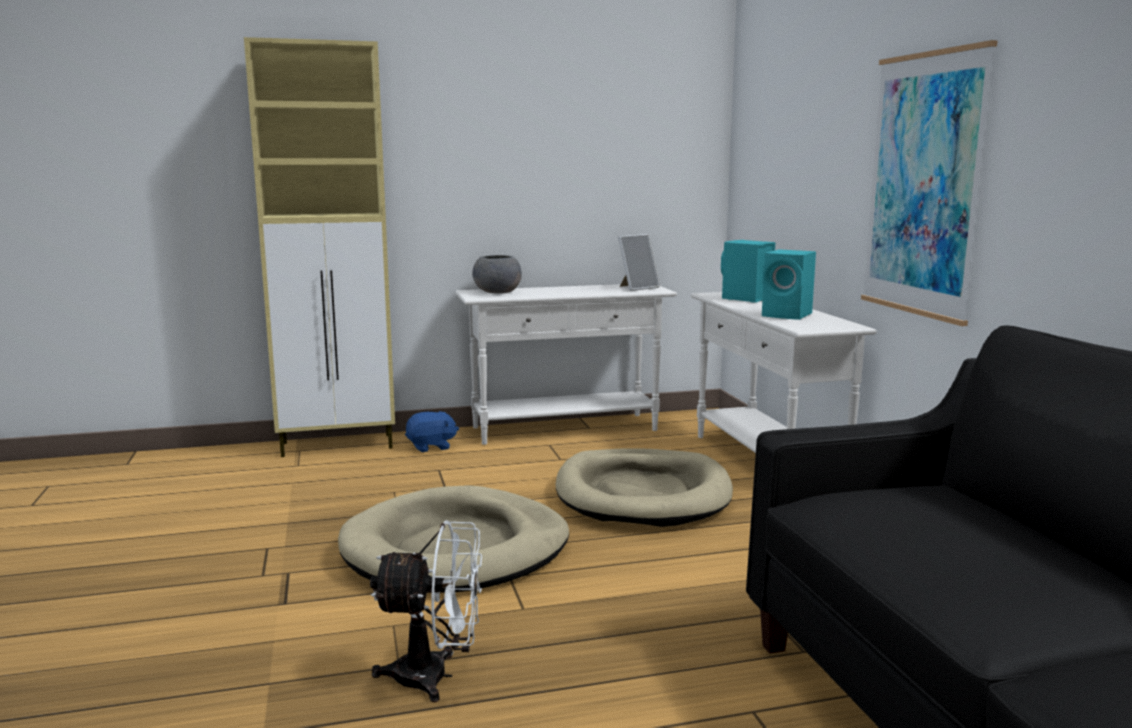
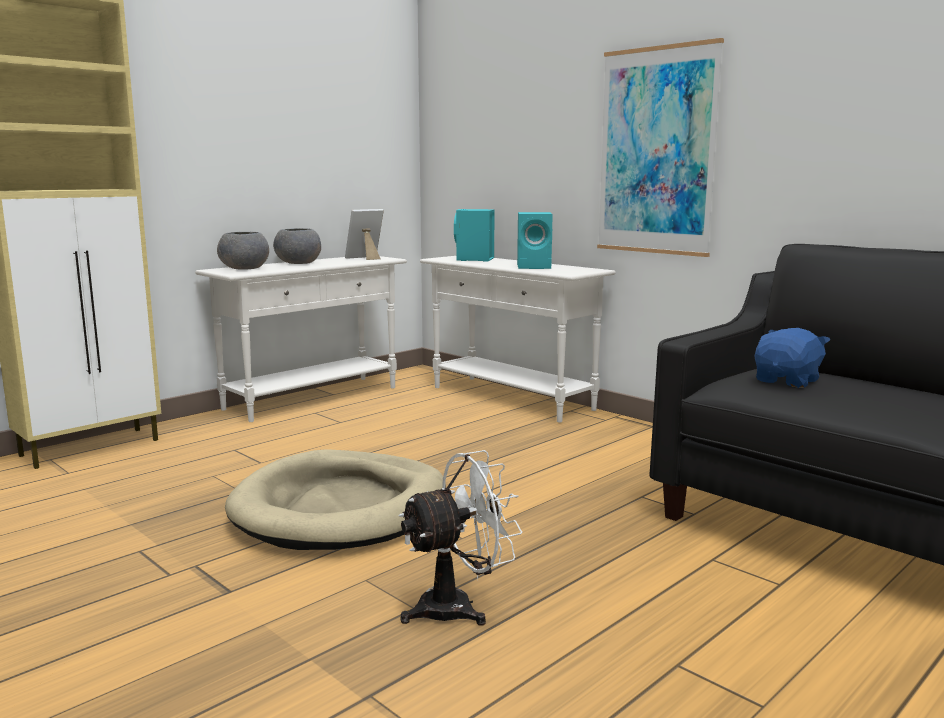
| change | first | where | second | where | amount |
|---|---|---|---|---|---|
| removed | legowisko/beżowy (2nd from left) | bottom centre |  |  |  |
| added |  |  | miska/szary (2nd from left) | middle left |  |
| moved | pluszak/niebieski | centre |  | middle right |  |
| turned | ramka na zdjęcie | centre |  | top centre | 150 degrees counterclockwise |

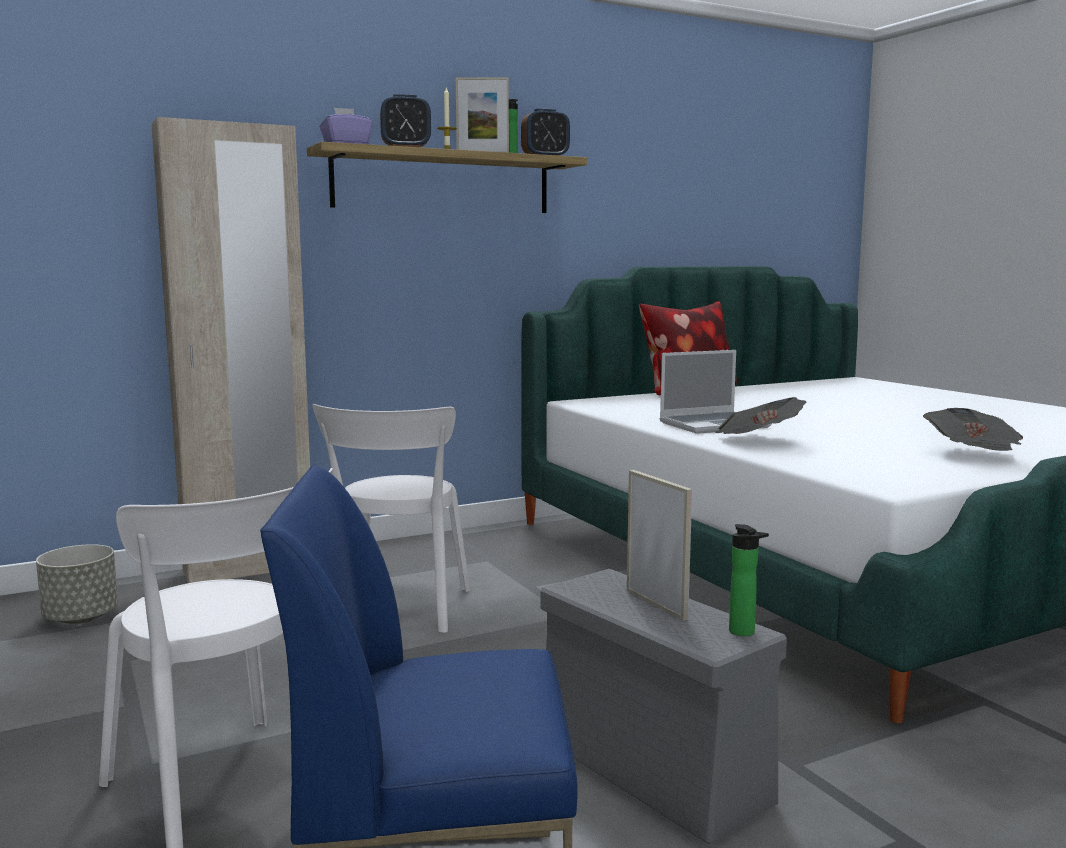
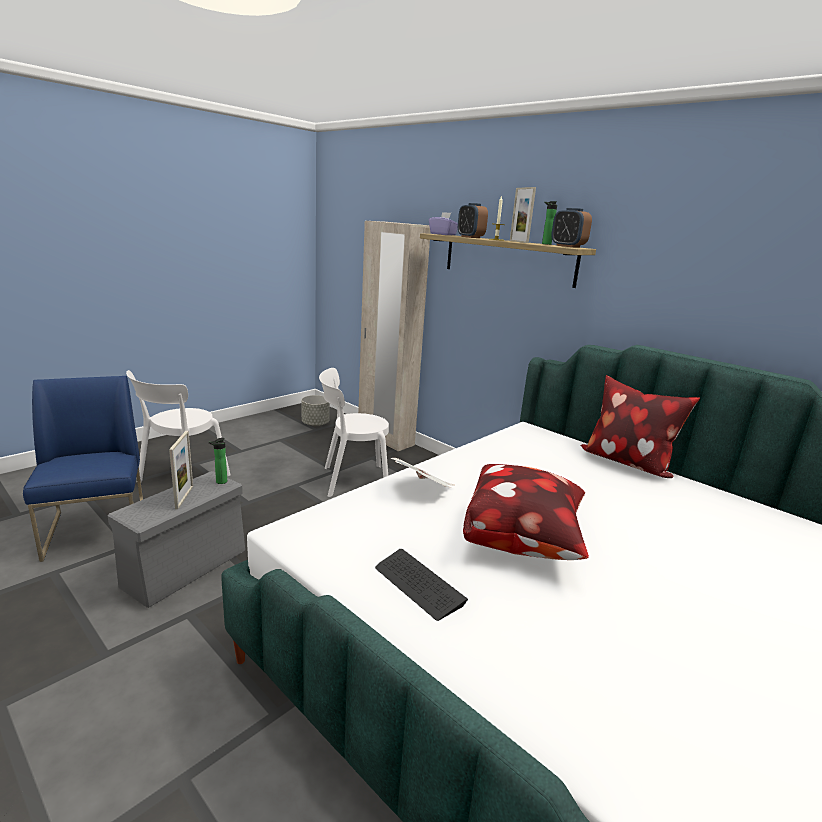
| change | first | where | second | where | amount |
|---|---|---|---|---|---|
| removed | laptop | middle right |  |  |  |
| added |  |  | poduszka (1st from left) | centre |  |
| moved | butelka (2nd from left in the first image) | bottom right | butelka (1st from left) | middle left |  |
| replaced | gazeta (2nd from left) | middle right | klawiatura | bottom centre |  |
| turned | ramka na zdjęcie (2nd from left in the first image) | centre | ramka na zdjęcie (1st from left) | middle left | 45 degrees counterclockwise |

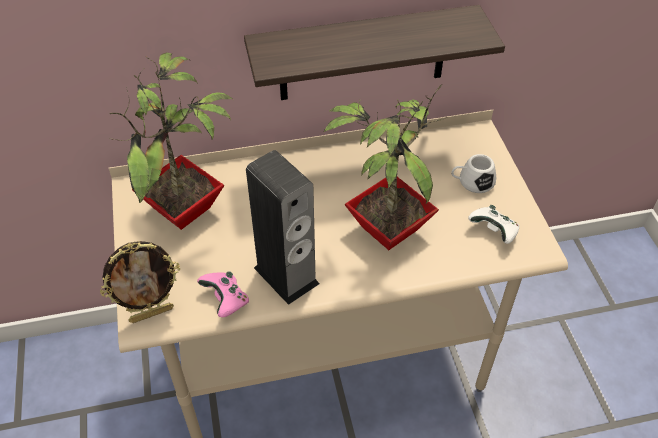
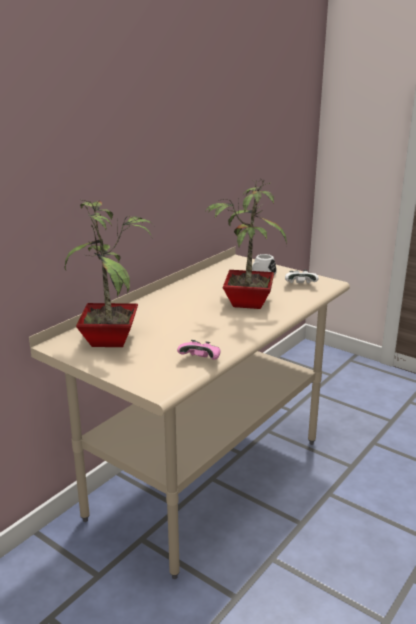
| change | first | where | second | where | amount |
|---|---|---|---|---|---|
| removed | ramka na zdjęcie | middle left |  |  |  |
| removed | półka | top centre |  |  |  |
| removed | głośnik | centre |  |  |  |

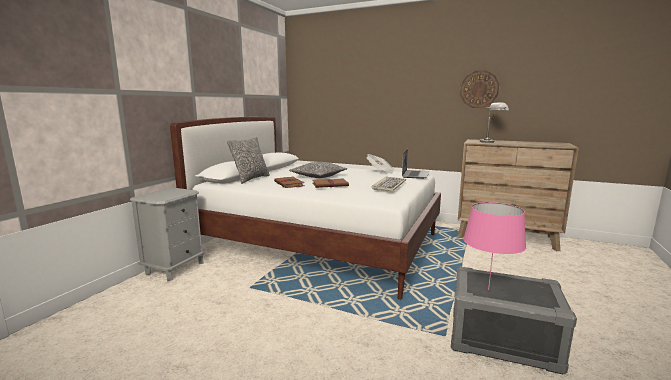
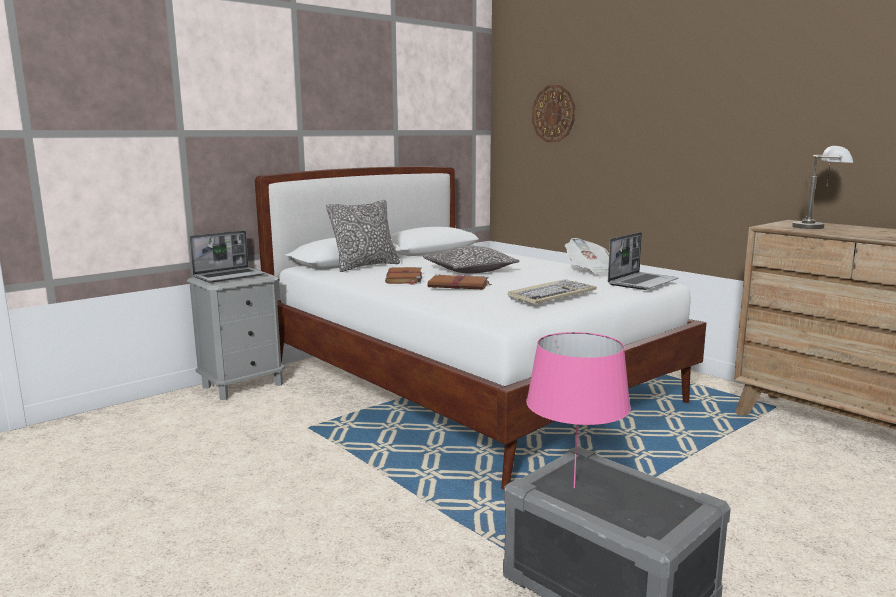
| change | first | where | second | where | amount |
|---|---|---|---|---|---|
| added |  |  | laptop (1st from left) | middle left |  |
| moved | zegar ścienny | top right |  | top centre |  |

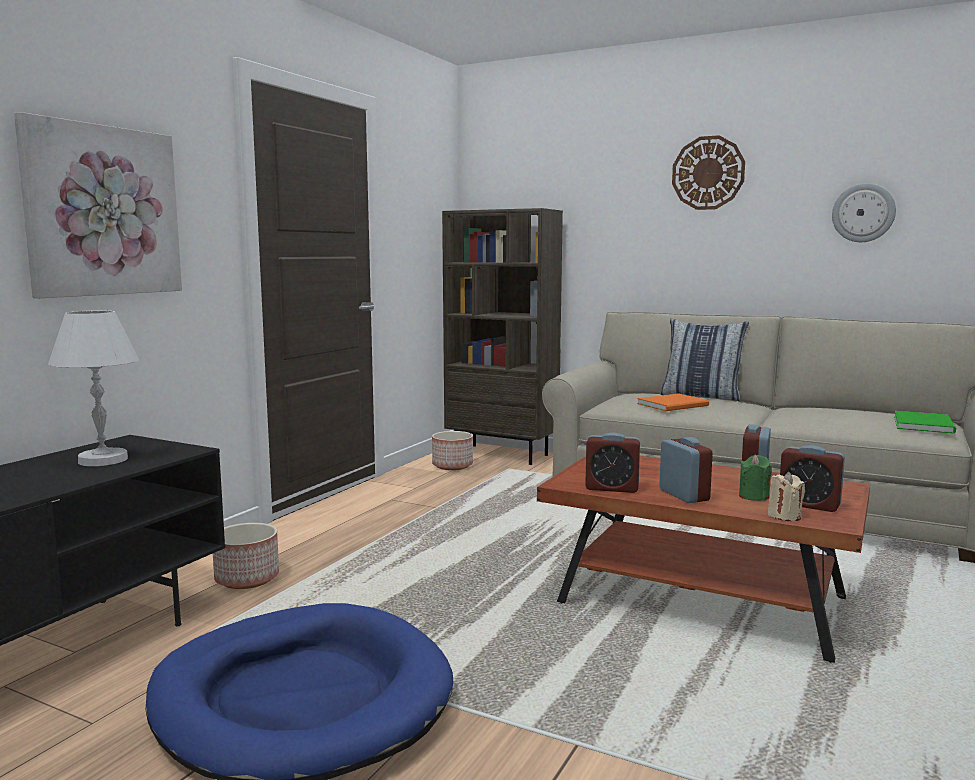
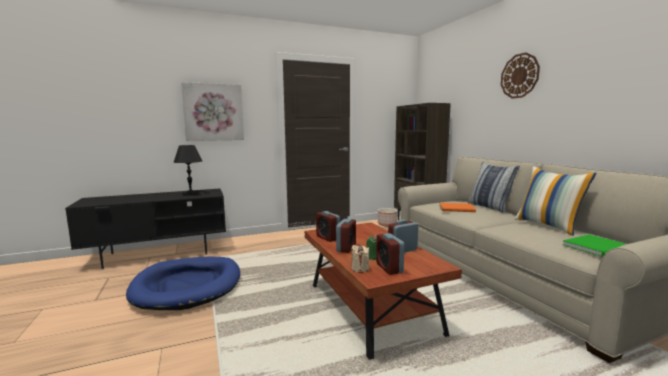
| change | first | where | second | where | amount |
|---|---|---|---|---|---|
| removed | donica (1st from left) | bottom left |  |  |  |
| removed | zegar ścienny (2nd from left) | top right |  |  |  |
| added |  |  | poduszka (2nd from left) | middle right |  |
| recoloured | lampa stołowa/biały | middle left | lampa stołowa/czarny | middle left |  |

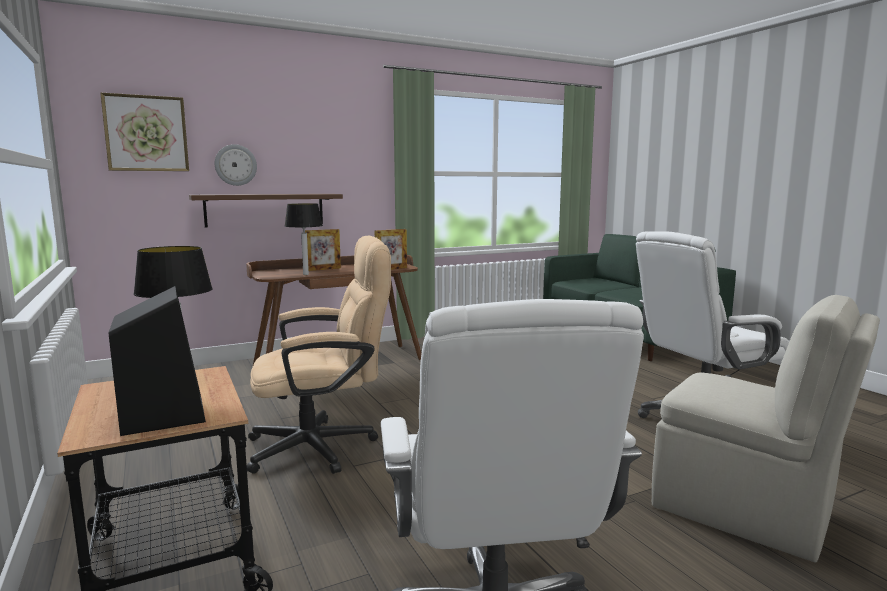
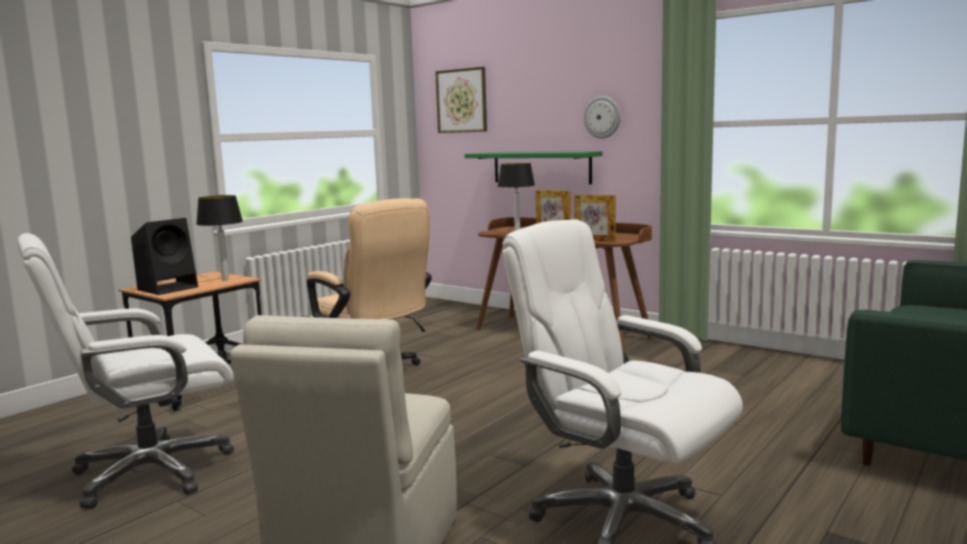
| change | first | where | second | where | amount |
|---|---|---|---|---|---|
| moved | zegar ścienny | top left |  | top centre |  |
| recoloured | półka/brązowy | middle left | półka/zielony | top centre |  |

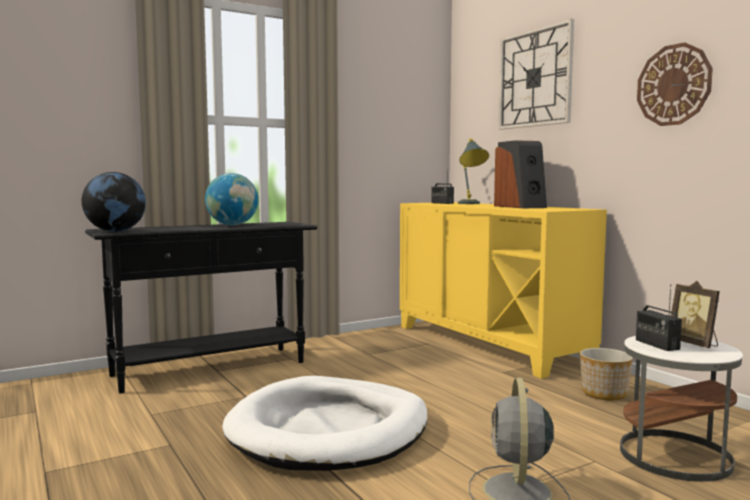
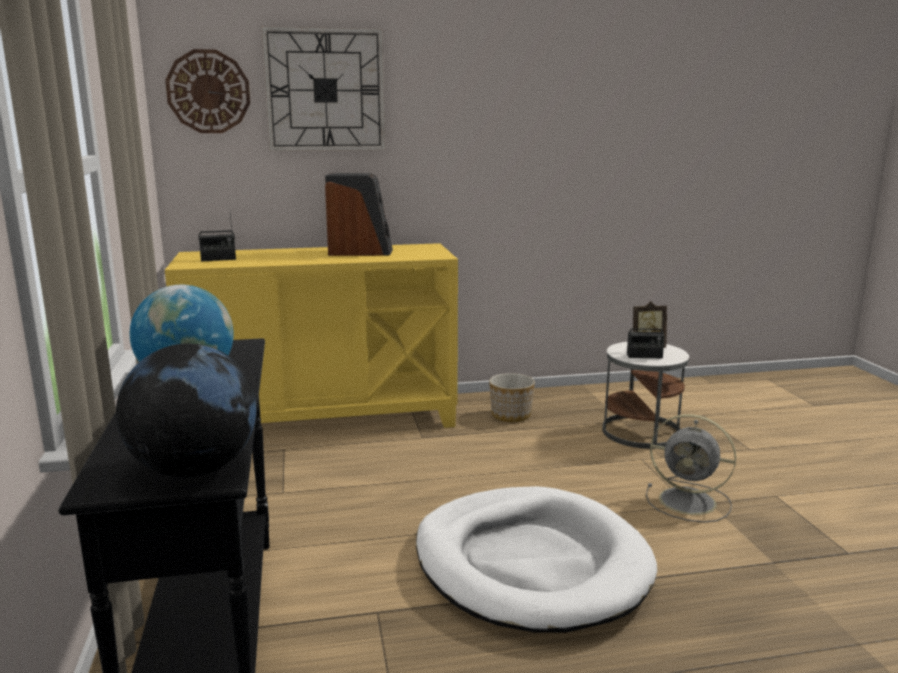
| change | first | where | second | where | amount |
|---|---|---|---|---|---|
| removed | lampa stołowa/szary | centre |  |  |  |
| moved | zegar ścienny (2nd from left in the first image) | top right | zegar ścienny (1st from left) | top left |  |

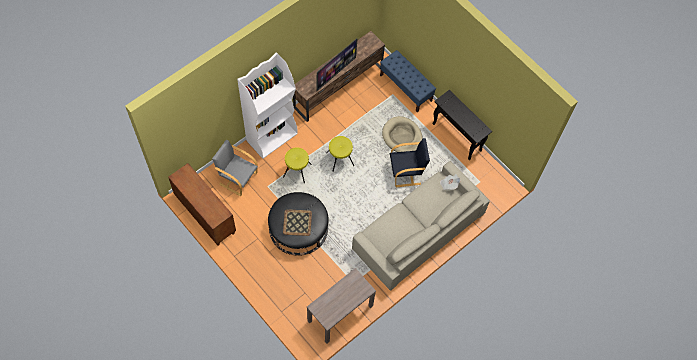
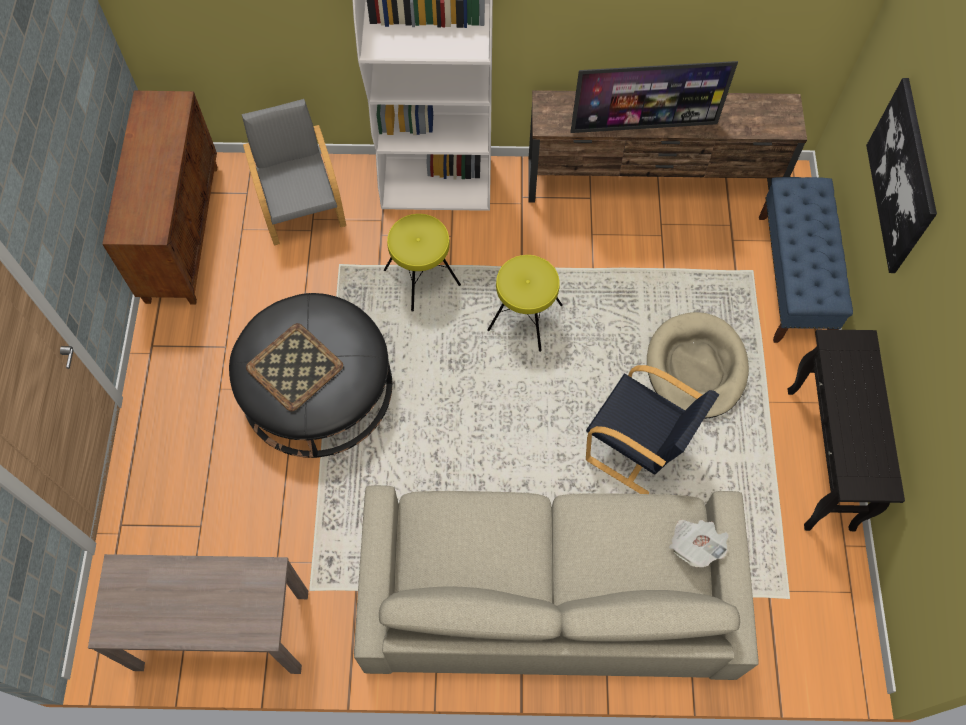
| change | first | where | second | where | amount |
|---|---|---|---|---|---|
| added |  |  | obraz | top right |  |

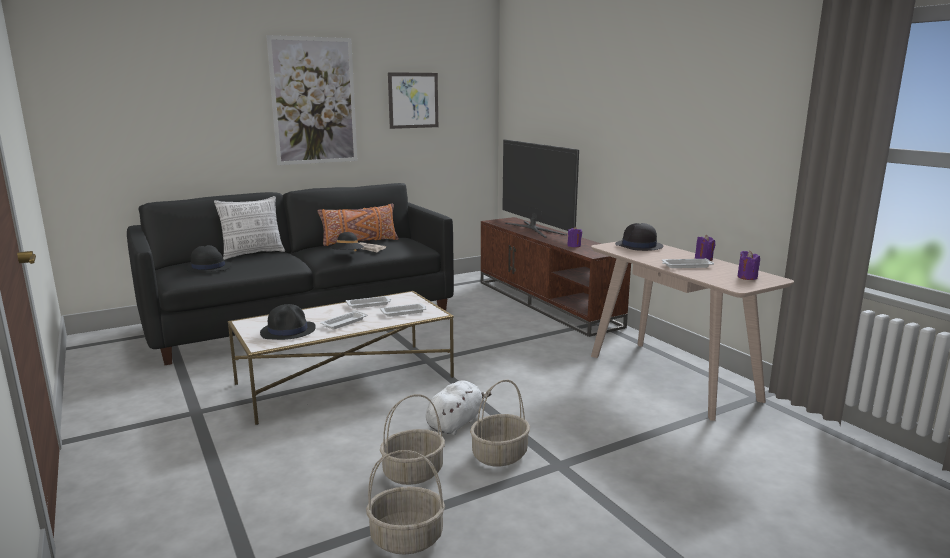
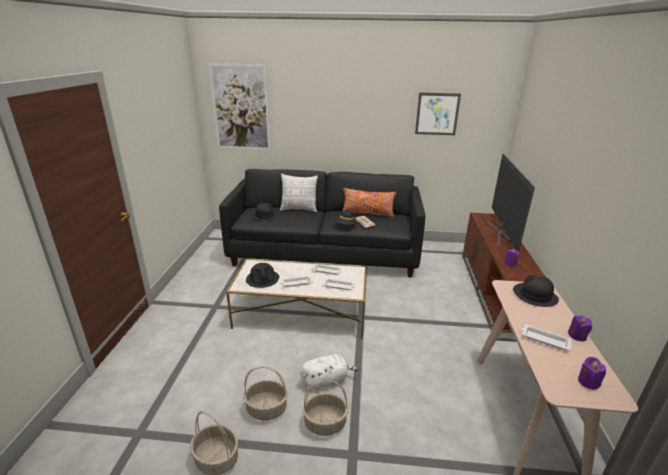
| change | first | where | second | where | amount |
|---|---|---|---|---|---|
| moved | obraz (1st from left) | top left |  | top centre |  |

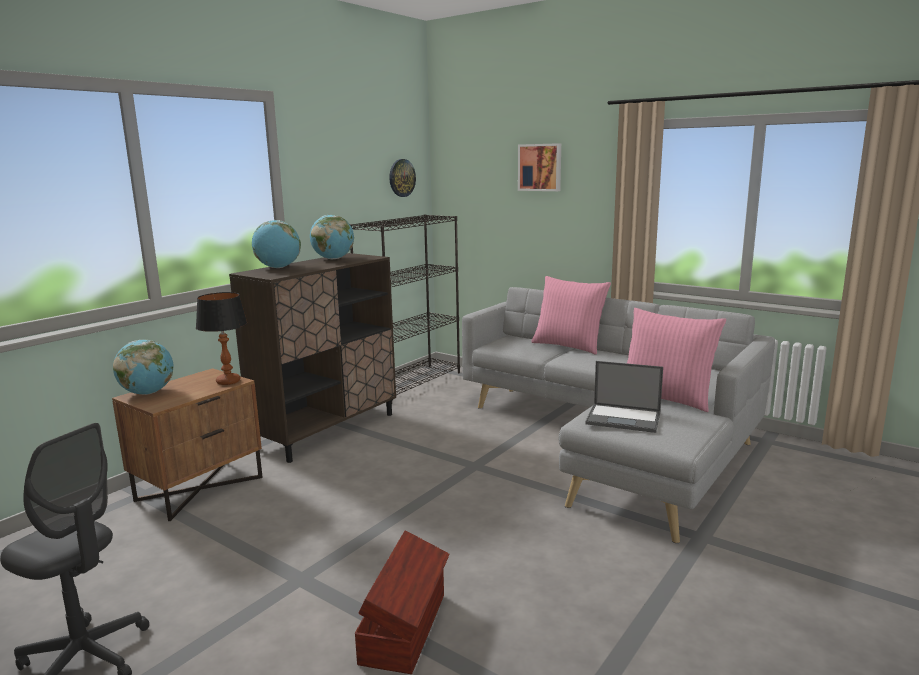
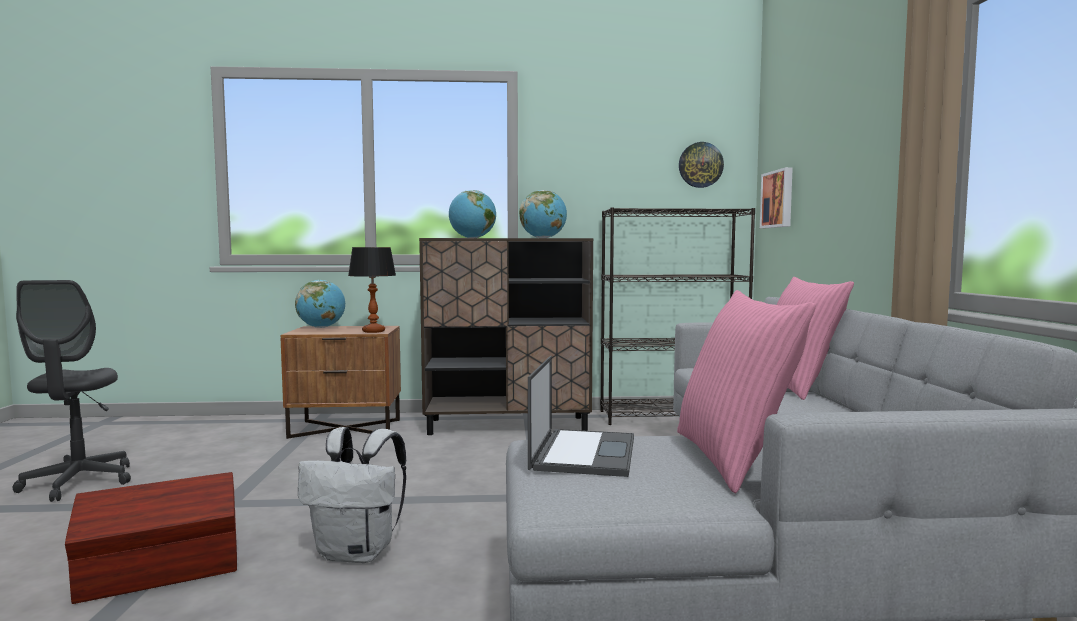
| change | first | where | second | where | amount |
|---|---|---|---|---|---|
| added |  |  | plecak/biały | bottom left |  |
| moved | obraz | top centre |  | top right |  |
| turned | laptop | middle right |  | bottom centre | 150 degrees counterclockwise |

